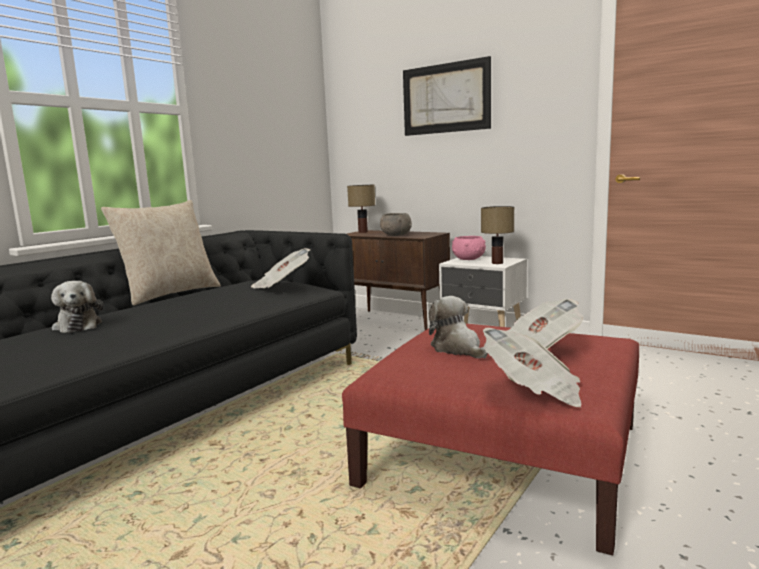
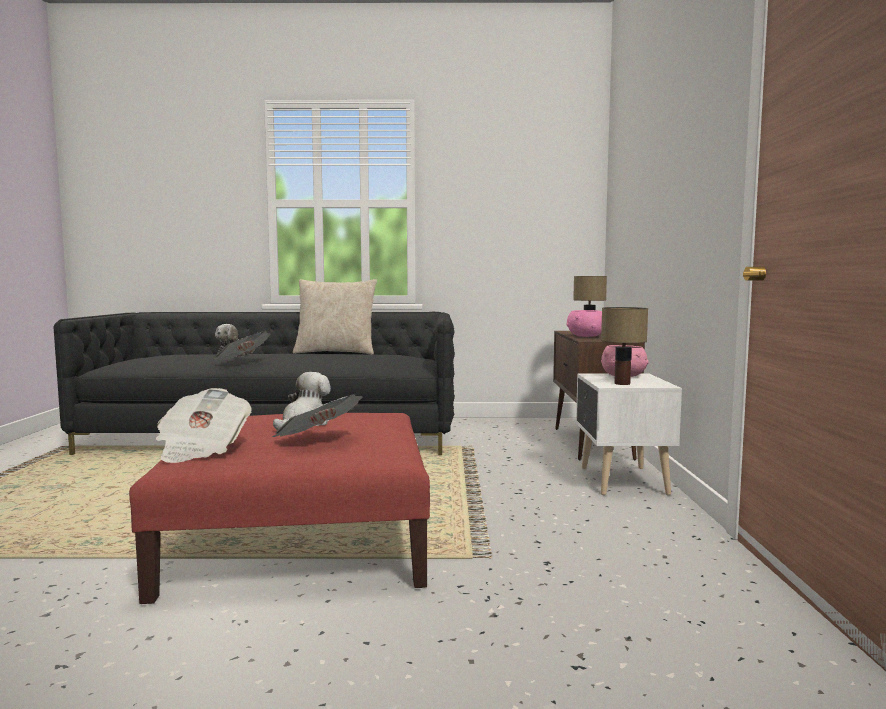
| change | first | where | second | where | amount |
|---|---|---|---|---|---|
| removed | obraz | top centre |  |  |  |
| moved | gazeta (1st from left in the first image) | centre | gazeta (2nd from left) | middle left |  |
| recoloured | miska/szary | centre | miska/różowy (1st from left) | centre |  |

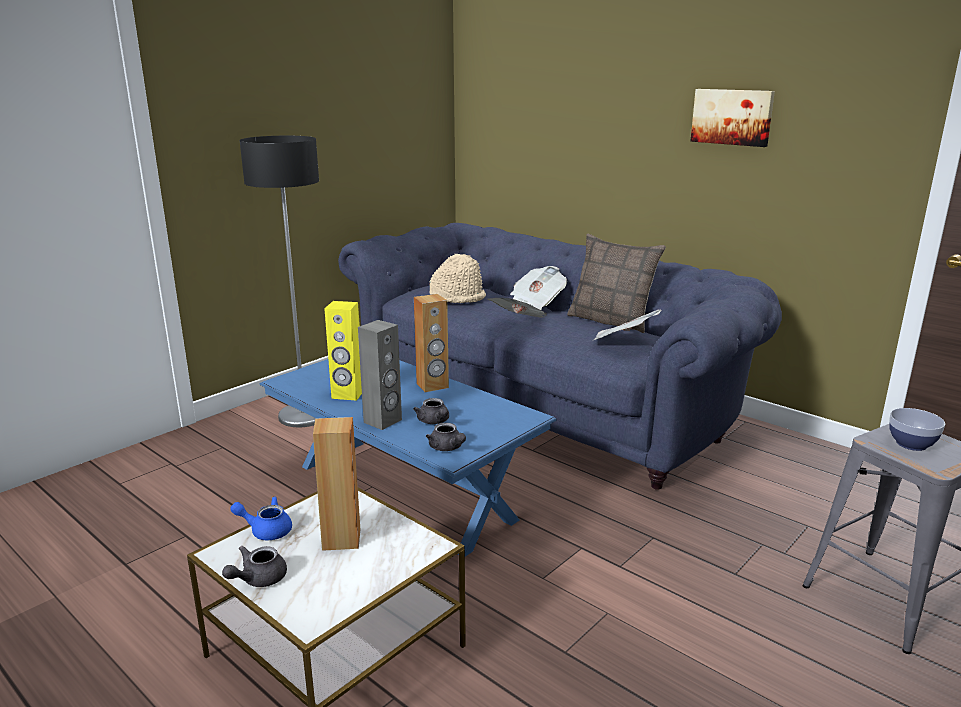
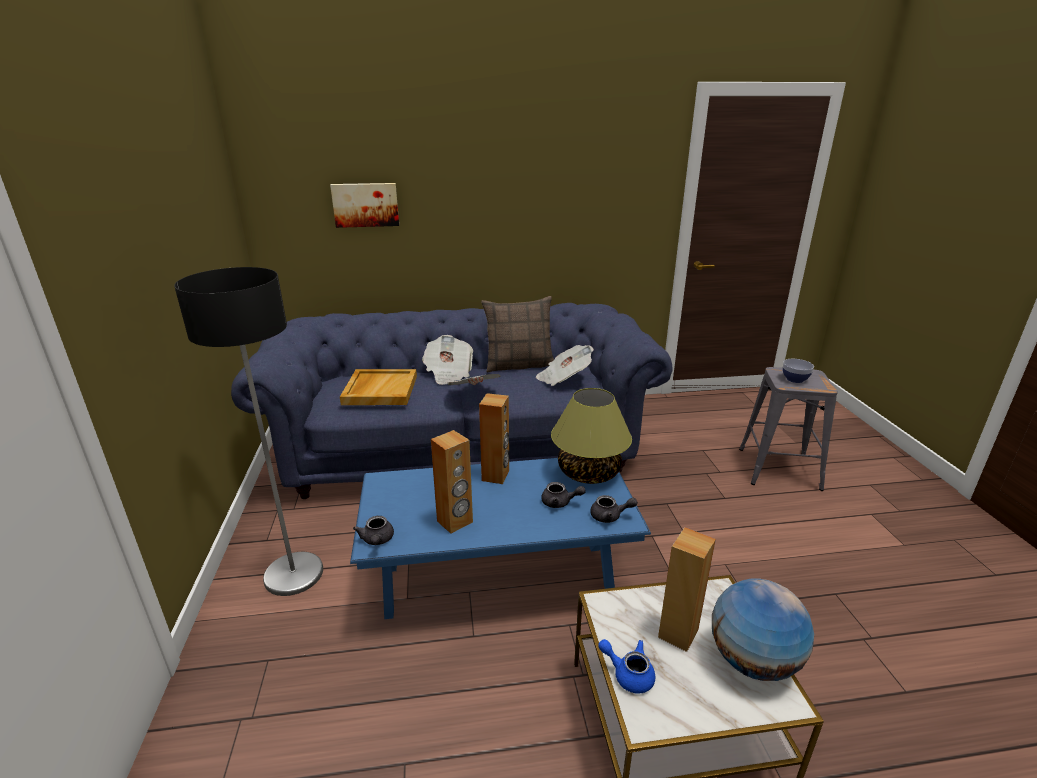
| change | first | where | second | where | amount |
|---|---|---|---|---|---|
| removed | głośnik/szary | centre |  |  |  |
| added |  |  | lampa stołowa | centre |  |
| added |  |  | globus | bottom right |  |
| moved | imbryk/szary (1st from left) | bottom left |  | bottom centre |  |
| moved | obraz | top right |  | top centre |  |
| replaced | kapelusz/beżowy | centre | taca/beżowy | centre |  |
| recoloured | głośnik/żółty | centre | głośnik/brązowy (1st from left) | centre |  |
| turned | imbryk/niebieski | bottom left |  | bottom centre | 75 degrees clockwise |

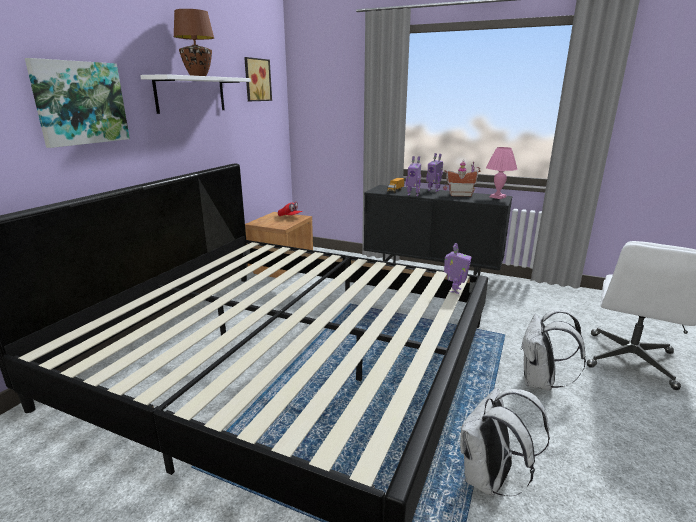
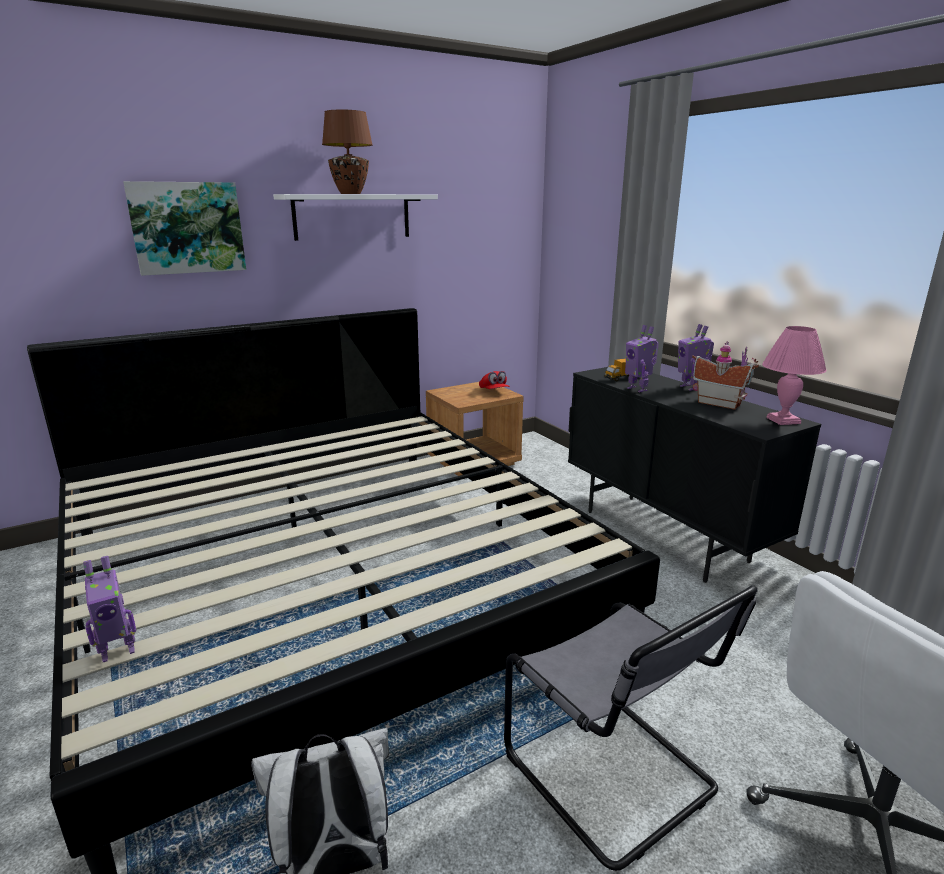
| change | first | where | second | where | amount |
|---|---|---|---|---|---|
| removed | obraz (2nd from left) | top centre |  |  |  |
| moved | robot zabawkowy (3rd from left in the first image) | centre | robot zabawkowy (1st from left) | bottom left |  |
| replaced | plecak/biały (2nd from left) | bottom right | krzesło/szary | bottom right |  |

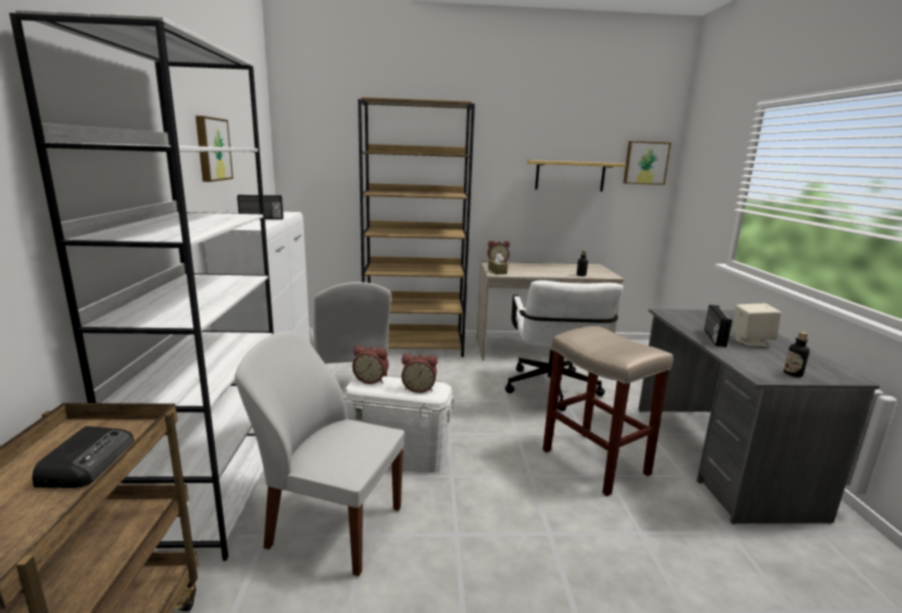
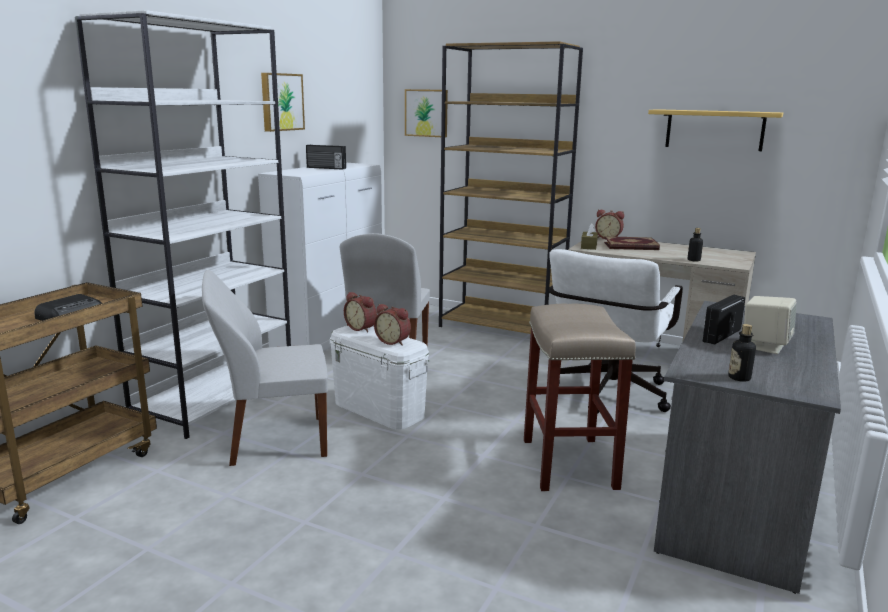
| change | first | where | second | where | amount |
|---|---|---|---|---|---|
| added |  |  | książka | middle right |  |
| moved | obraz (2nd from left) | top right |  | top centre |  |
| turned | krzesło/biały (1st from left) | bottom centre |  | middle left | 60 degrees counterclockwise |

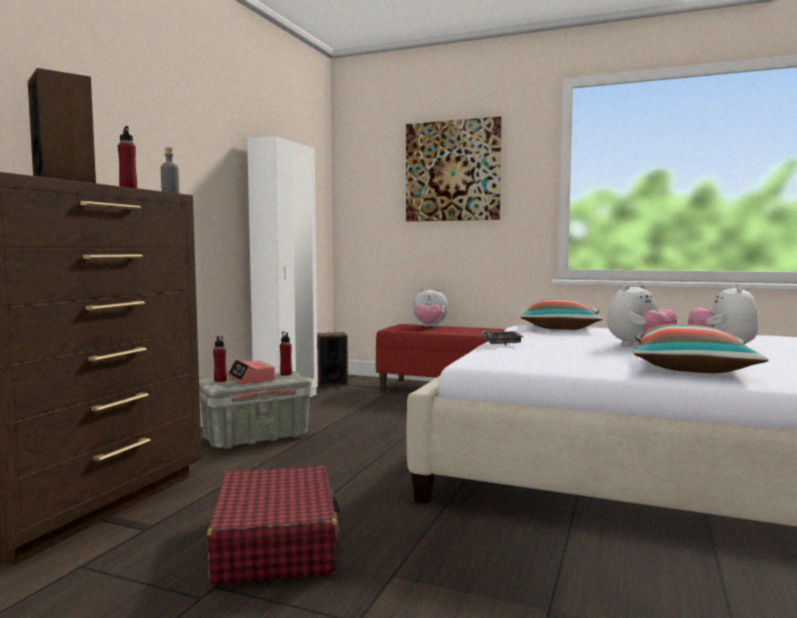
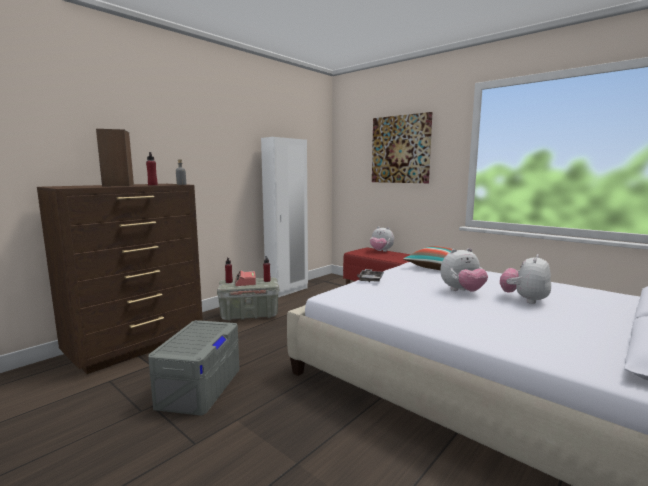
| change | first | where | second | where | amount |
|---|---|---|---|---|---|
| removed | głośnik (2nd from left) | centre |  |  |  |
| removed | poduszka (2nd from left) | middle right |  |  |  |
| replaced | walizka/czerwony | bottom centre | pojemnik do przechowywania/szary (1st from left) | bottom left |  |

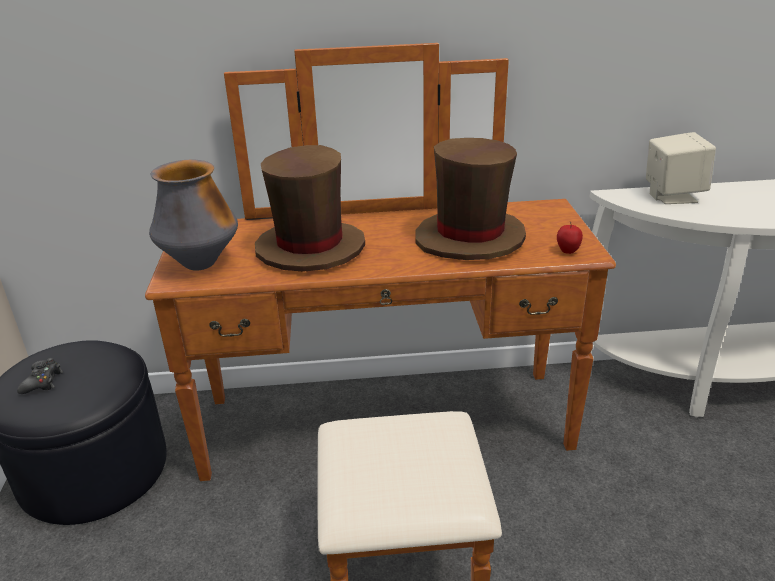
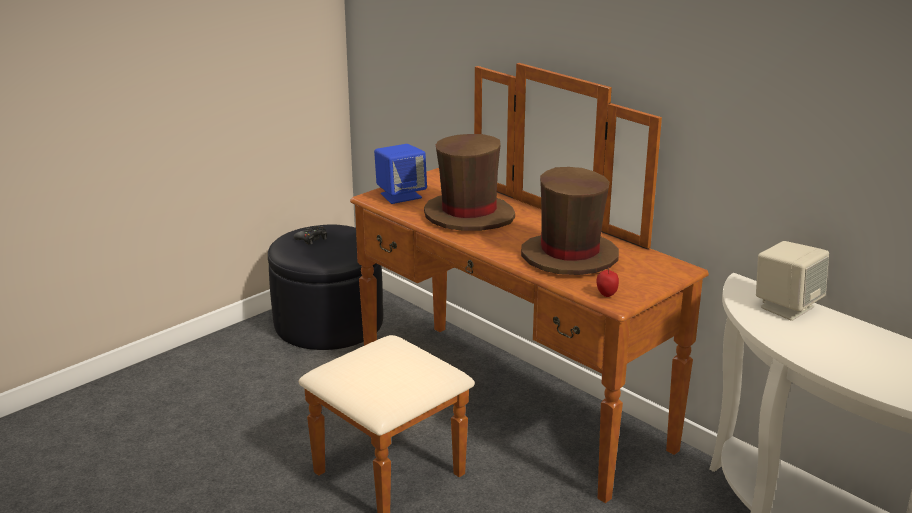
| change | first | where | second | where | amount |
|---|---|---|---|---|---|
| replaced | wazon | middle left | głośnik/niebieski | centre |  |

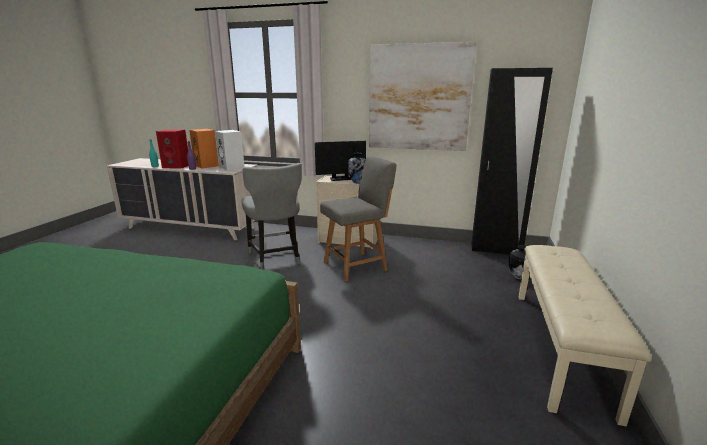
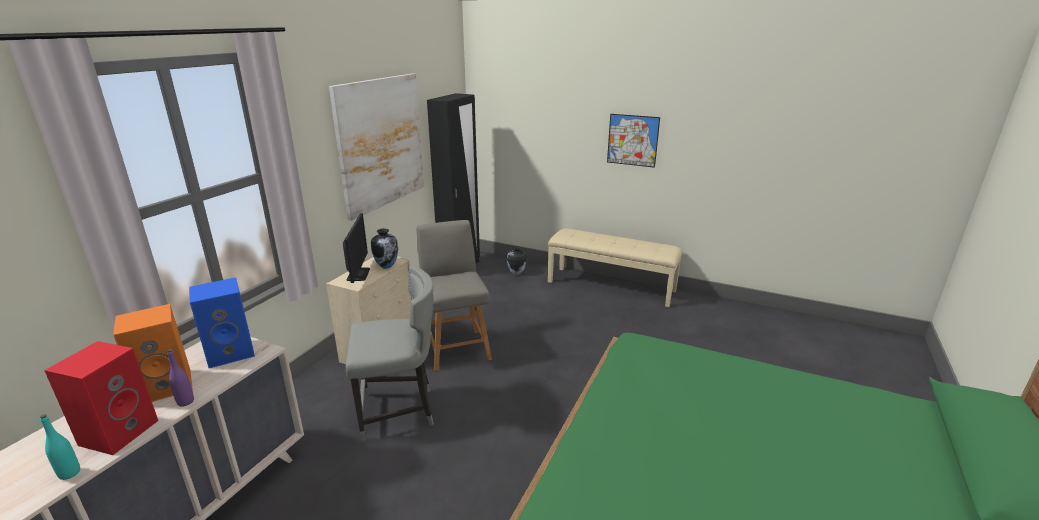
| change | first | where | second | where | amount |
|---|---|---|---|---|---|
| added |  |  | obraz (2nd from left) | top centre |  |
| recoloured | głośnik/biały | middle left | głośnik/niebieski | middle left |  |

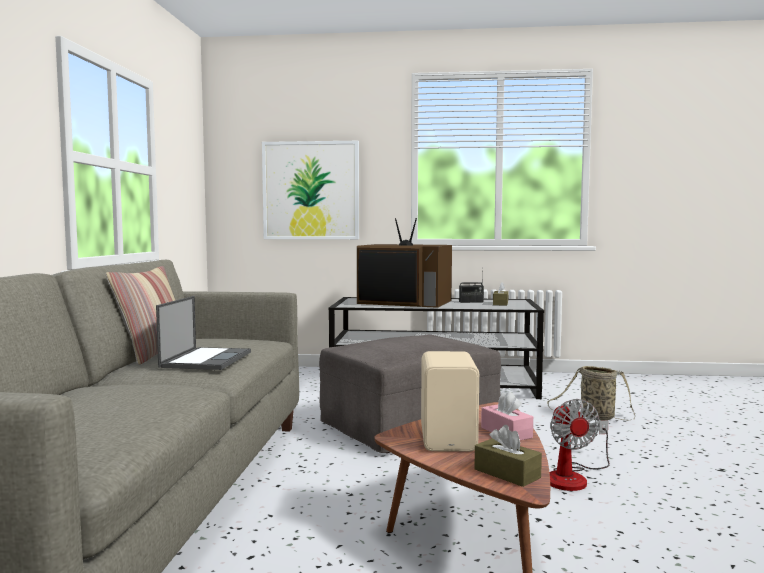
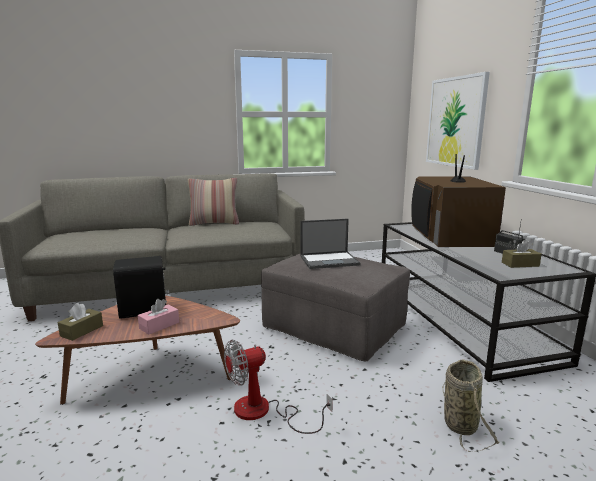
| change | first | where | second | where | amount |
|---|---|---|---|---|---|
| moved | laptop | middle left |  | centre |  |
| recoloured | głośnik/beżowy | bottom centre | głośnik/czarny | middle left |  |

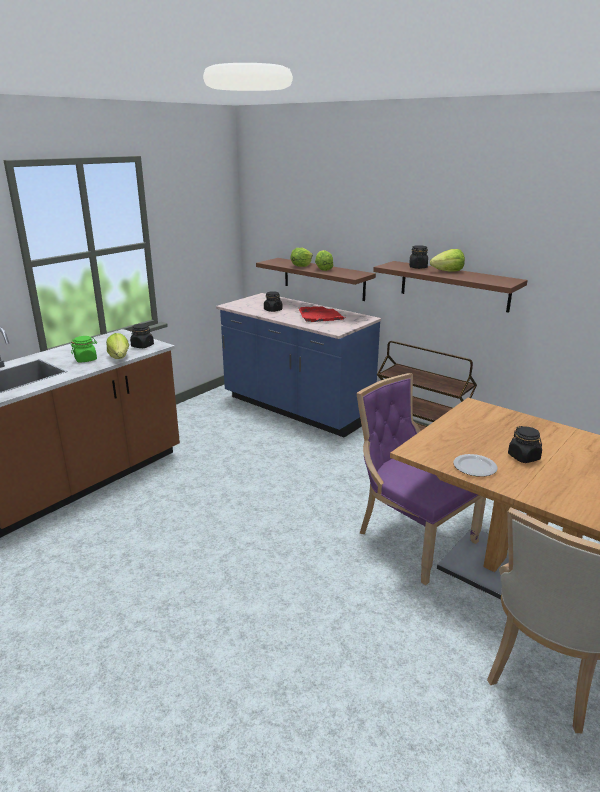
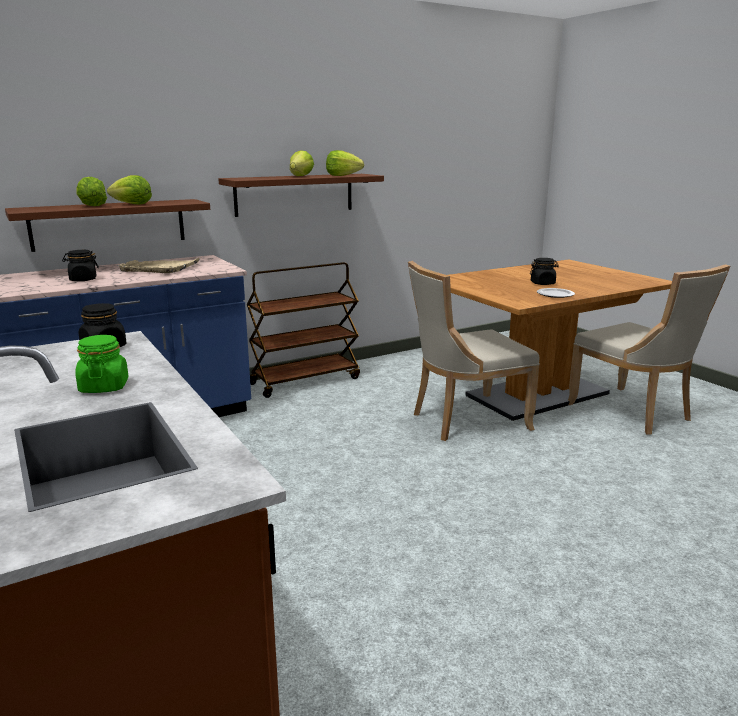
| change | first | where | second | where | amount |
|---|---|---|---|---|---|
| removed | słoik/czarny (3rd from left) | top right |  |  |  |
| moved | sałata (1st from left in the first image) | middle left | sałata (4th from left) | top centre |  |
| recoloured | taca/czerwony | centre | taca/beżowy | middle left |  |
| recoloured | krzesło/fioletowy | middle right | krzesło/beżowy (1st from left) | centre |  |

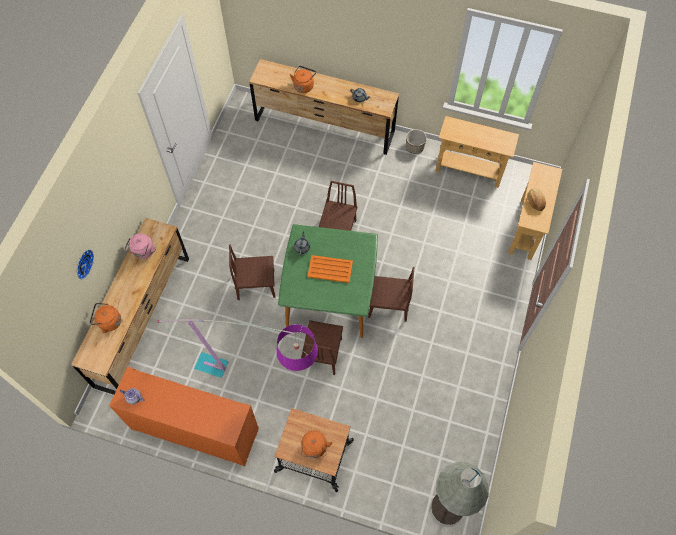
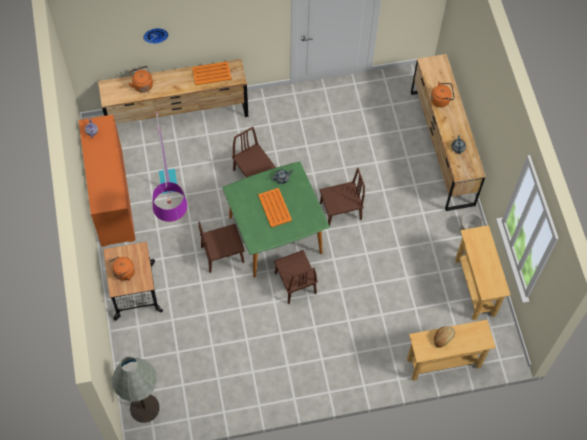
| change | first | where | second | where | amount |
|---|---|---|---|---|---|
| replaced | czajnik/różowy | middle left | taca/pomarańczowy (1st from left) | top centre |  |

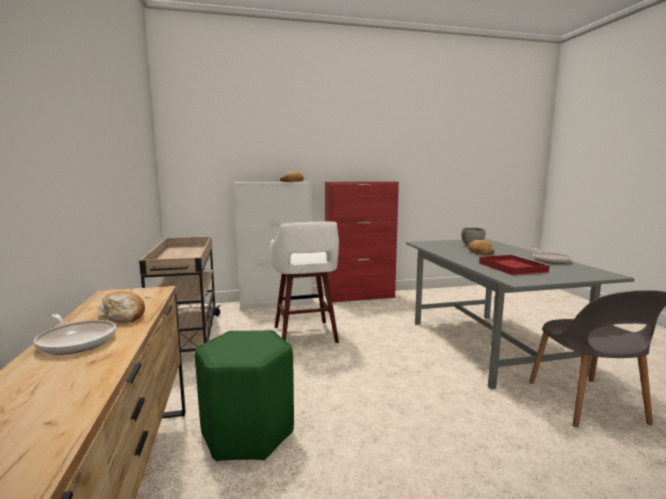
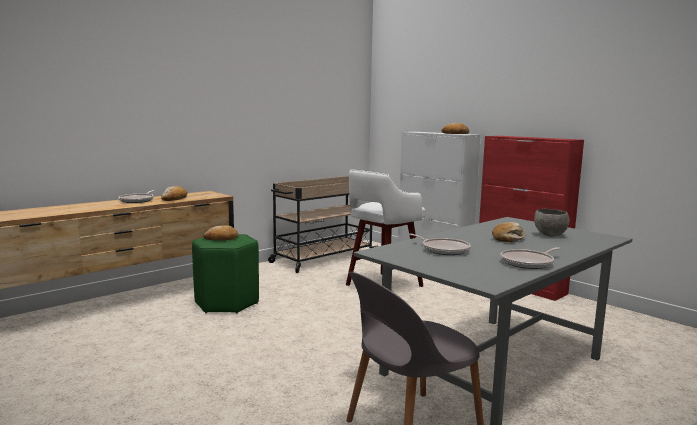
| change | first | where | second | where | amount |
|---|---|---|---|---|---|
| added |  |  | chleb (2nd from left) | middle left |  |
| replaced | taca/czerwony | middle right | patelnia (2nd from left) | centre |  |

